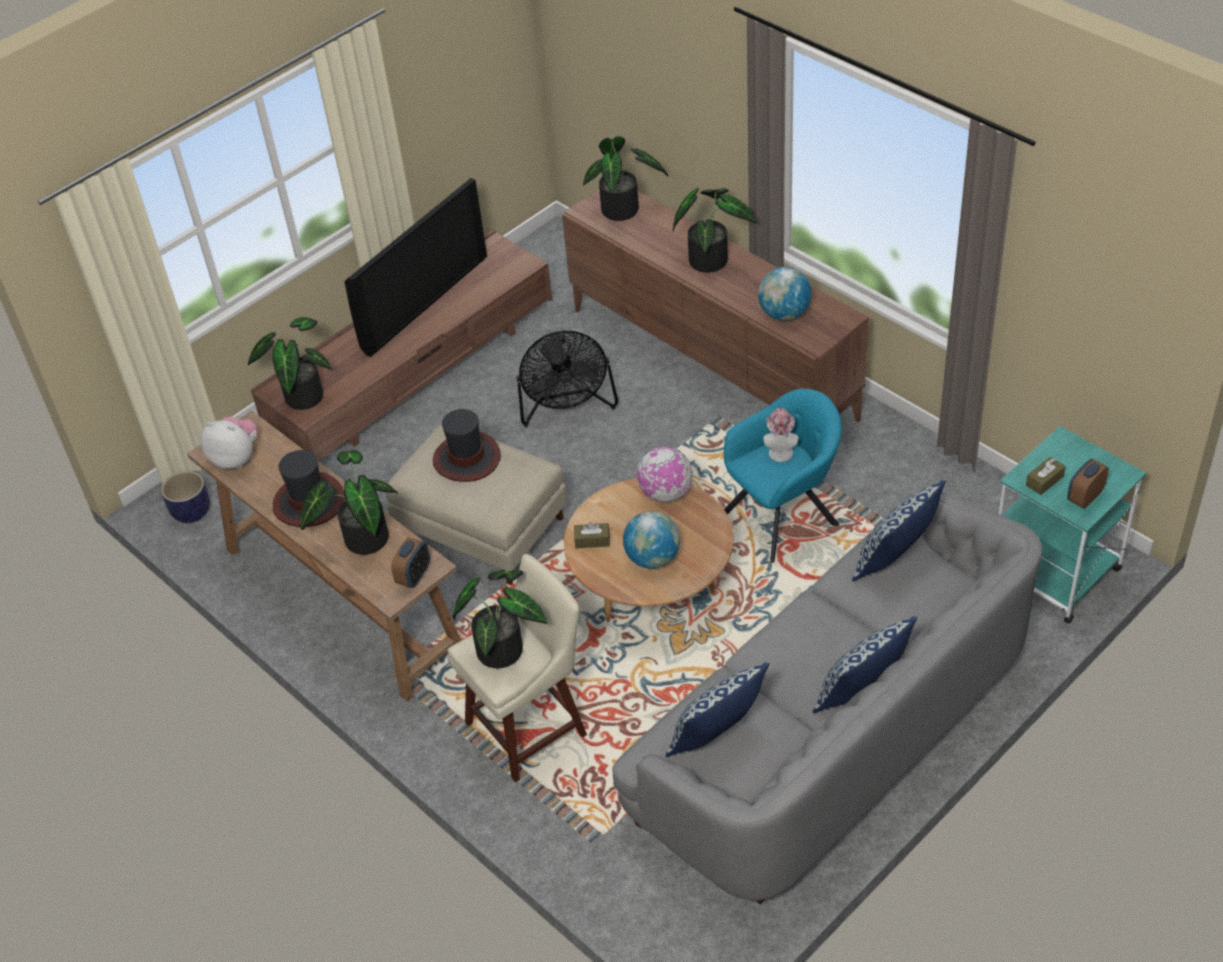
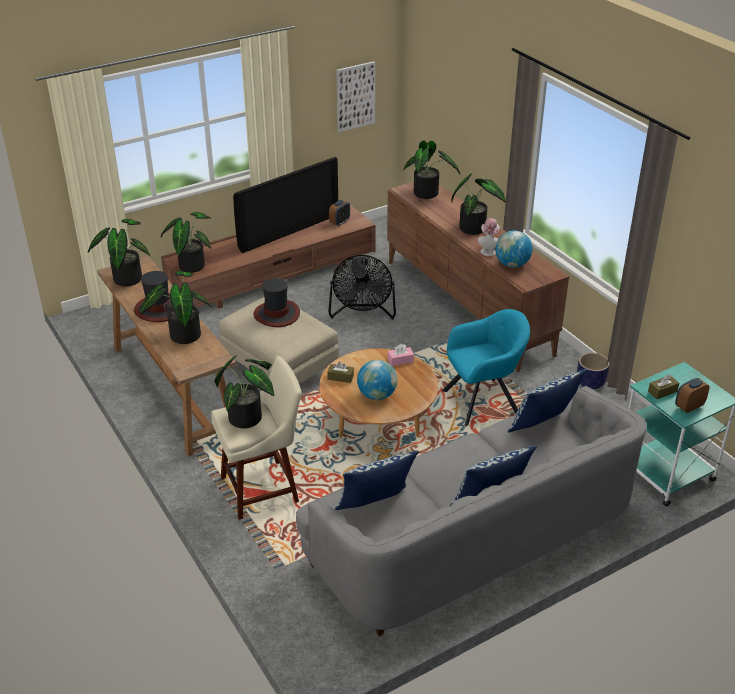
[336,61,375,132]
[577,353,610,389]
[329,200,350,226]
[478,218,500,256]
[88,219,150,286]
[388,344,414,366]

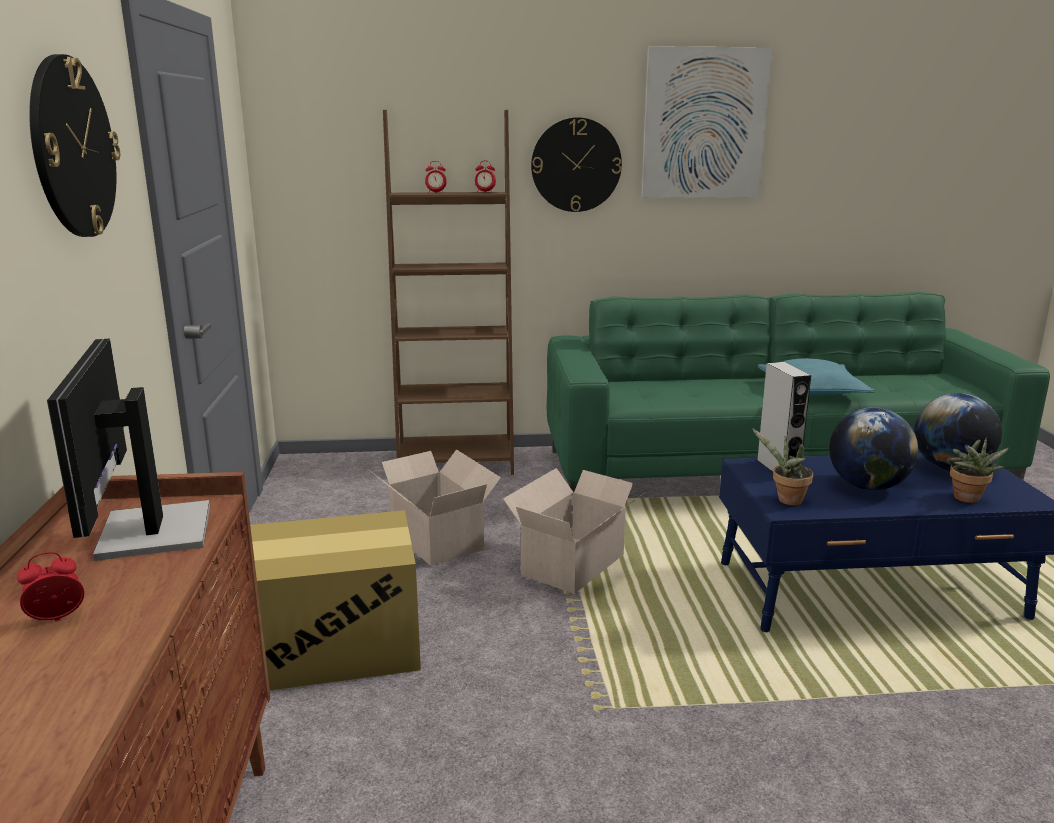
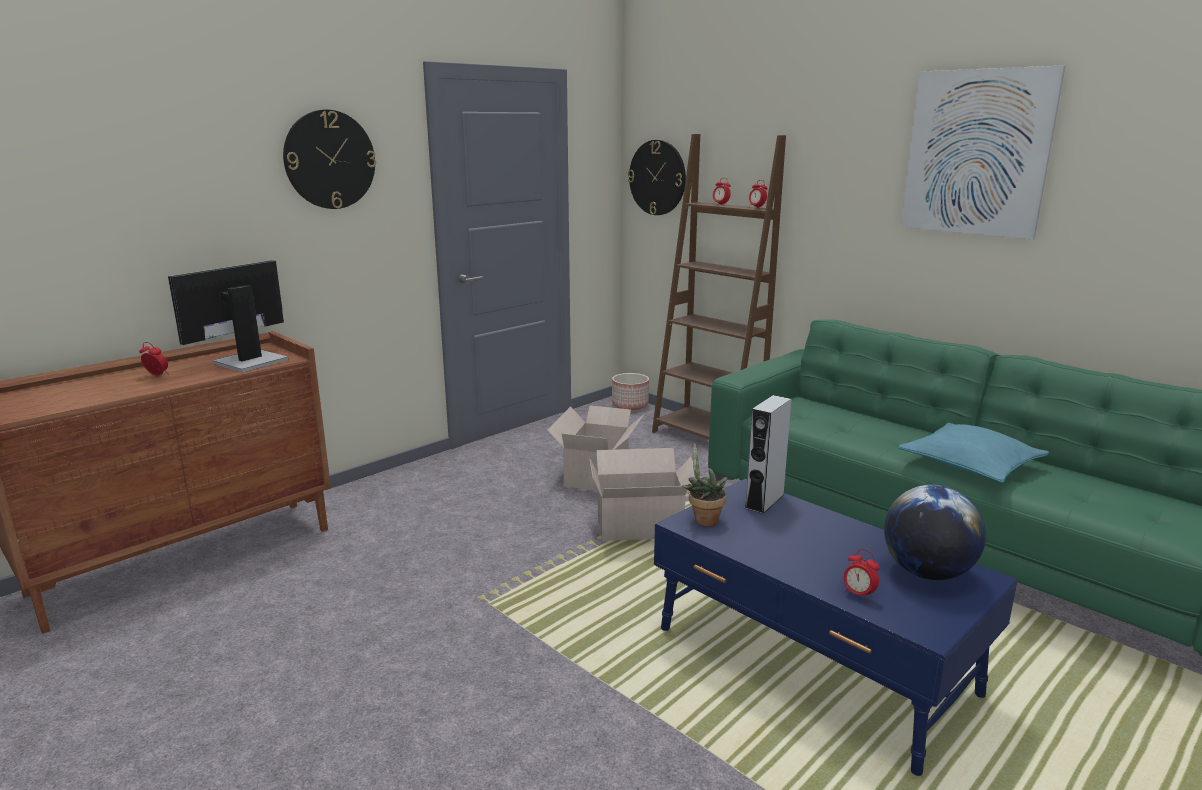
[250,510,421,690] (first image)
[829,407,918,490] (first image)
[612,373,649,410]
[628,140,686,215]
[844,549,880,602]

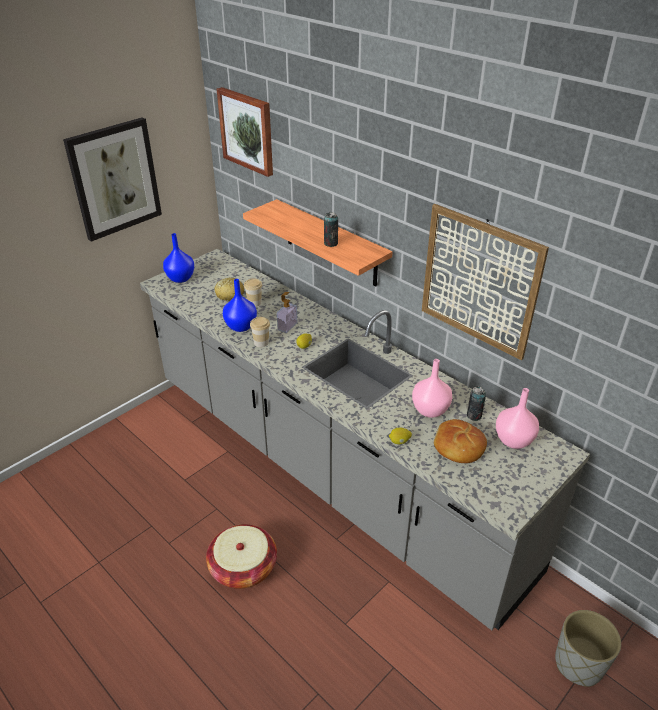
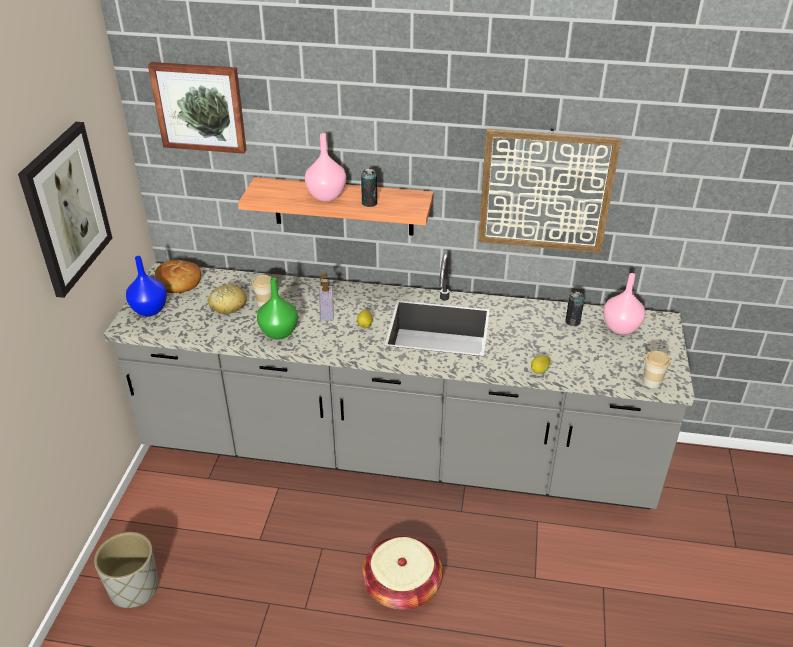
[643,351,670,388]
[305,133,346,202]
[155,260,201,293]
[94,532,158,608]
[257,277,298,340]

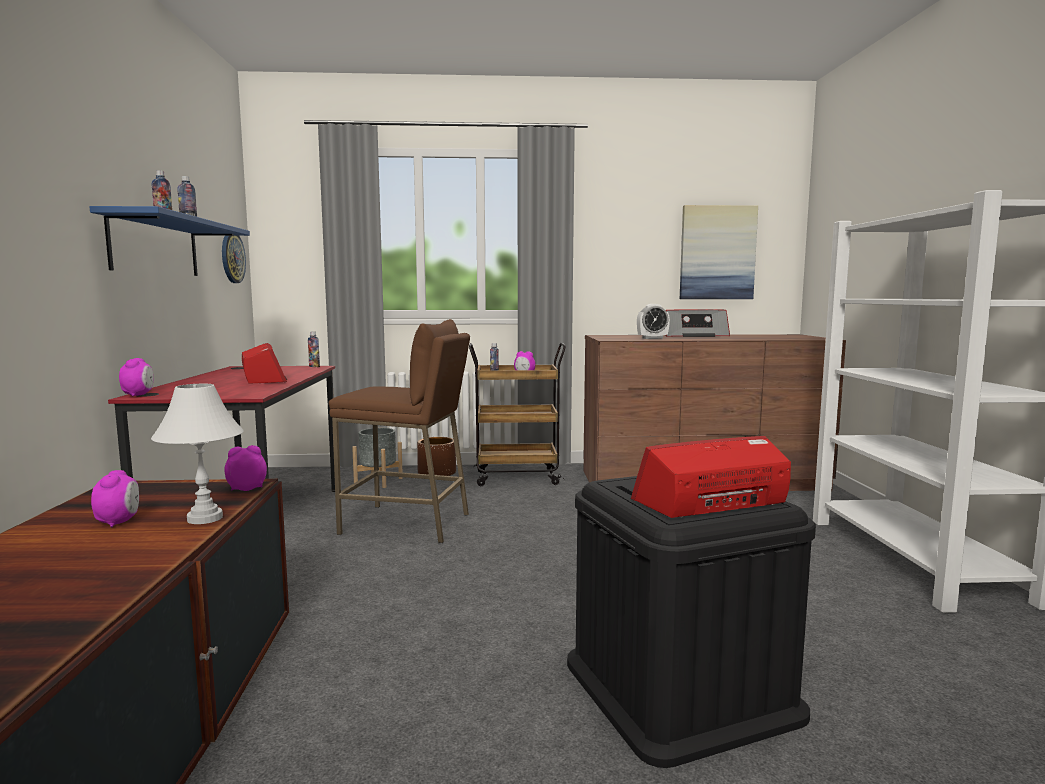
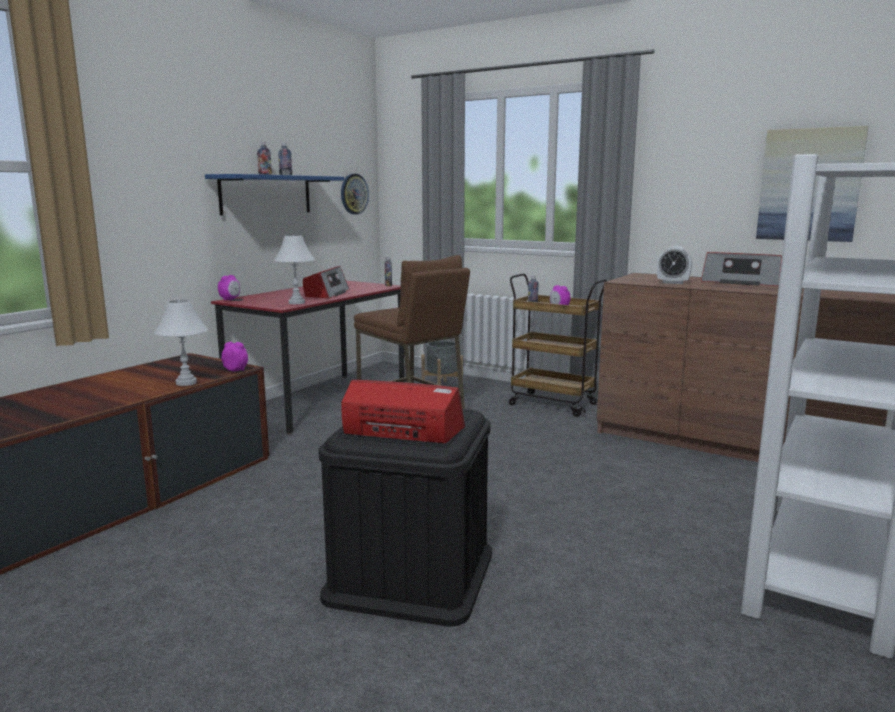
[91,470,139,527] (first image)
[417,437,456,476] (first image)
[273,235,315,304]

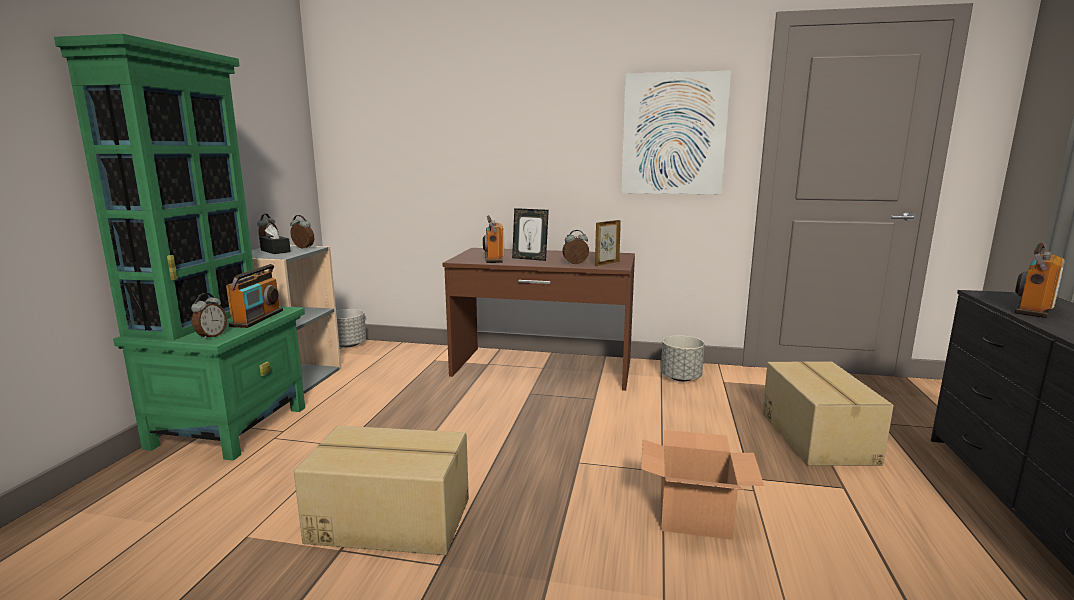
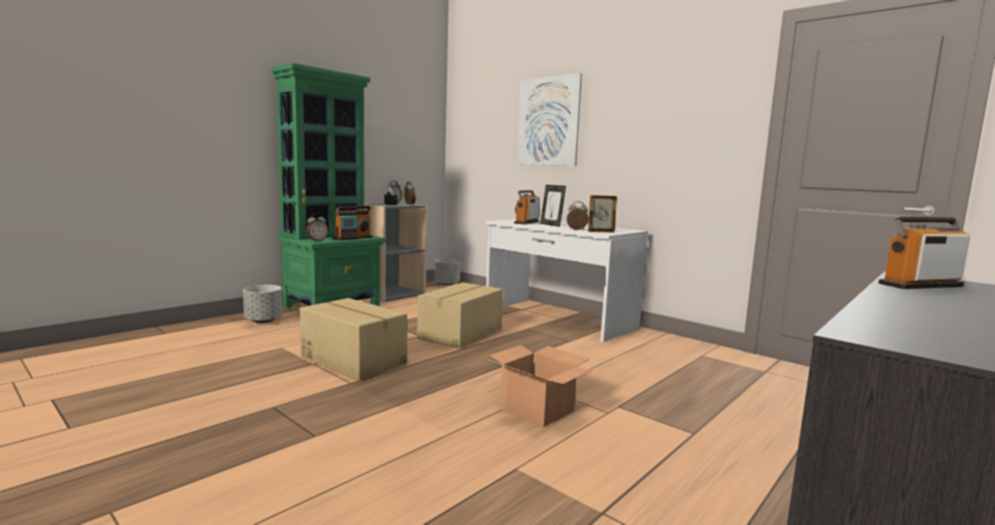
[517,73,582,166]
[243,285,282,323]
[417,282,503,349]
[486,219,648,342]

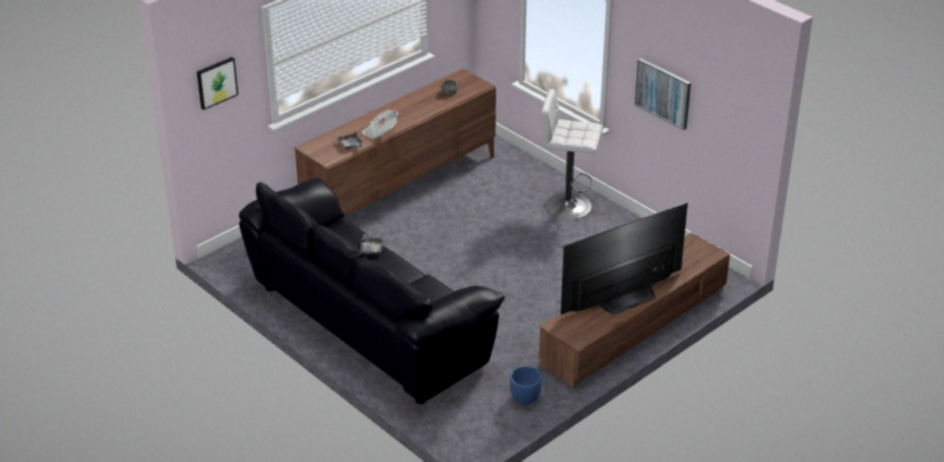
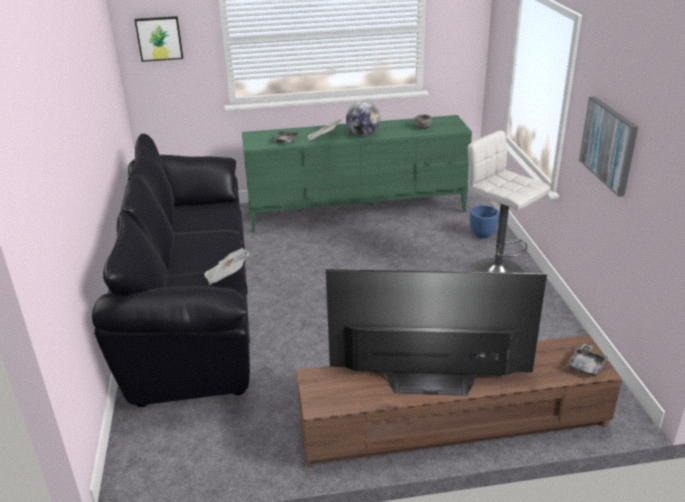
[204,248,249,285]
[346,101,381,136]
[567,343,608,377]
[470,205,499,238]
[242,115,472,233]

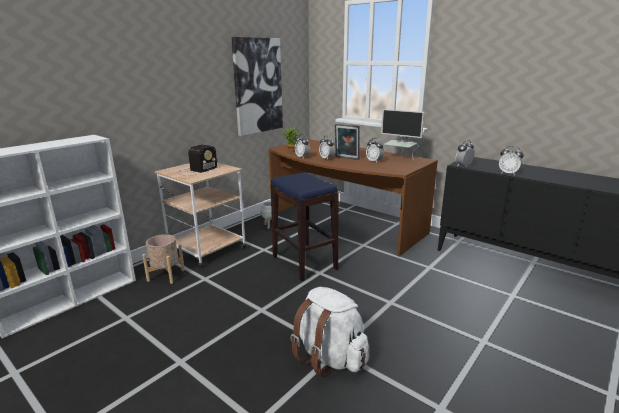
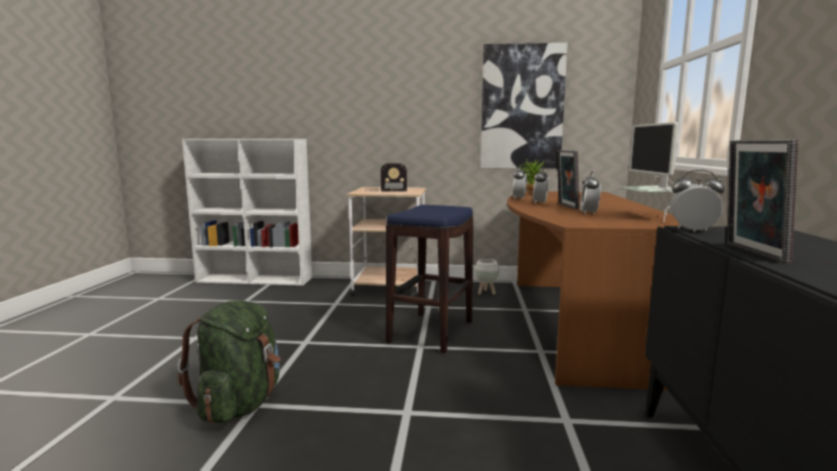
[142,234,185,284] (first image)
[727,140,798,263]
[177,300,281,424]

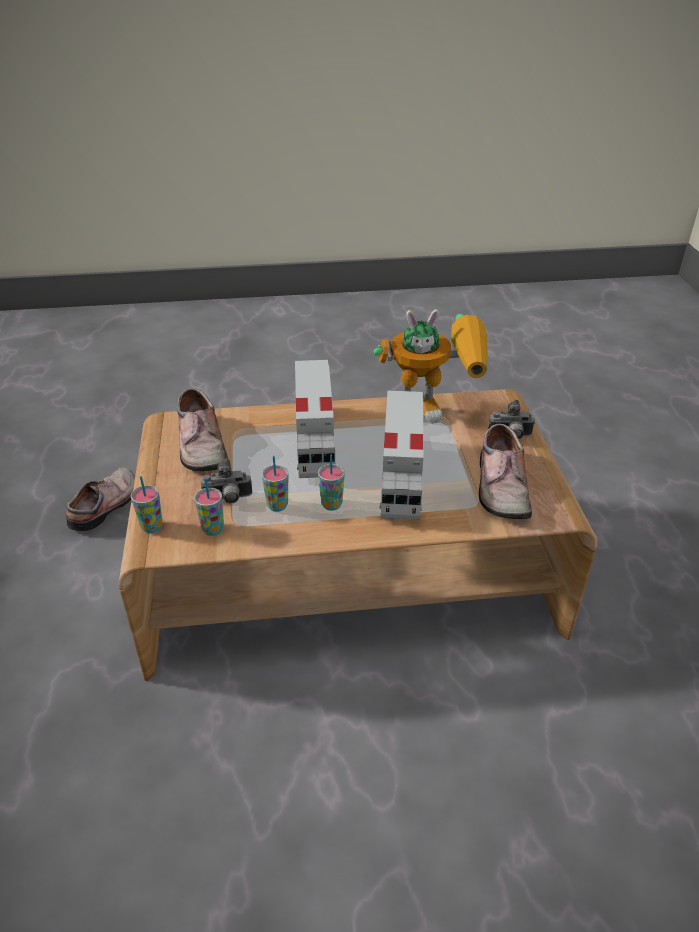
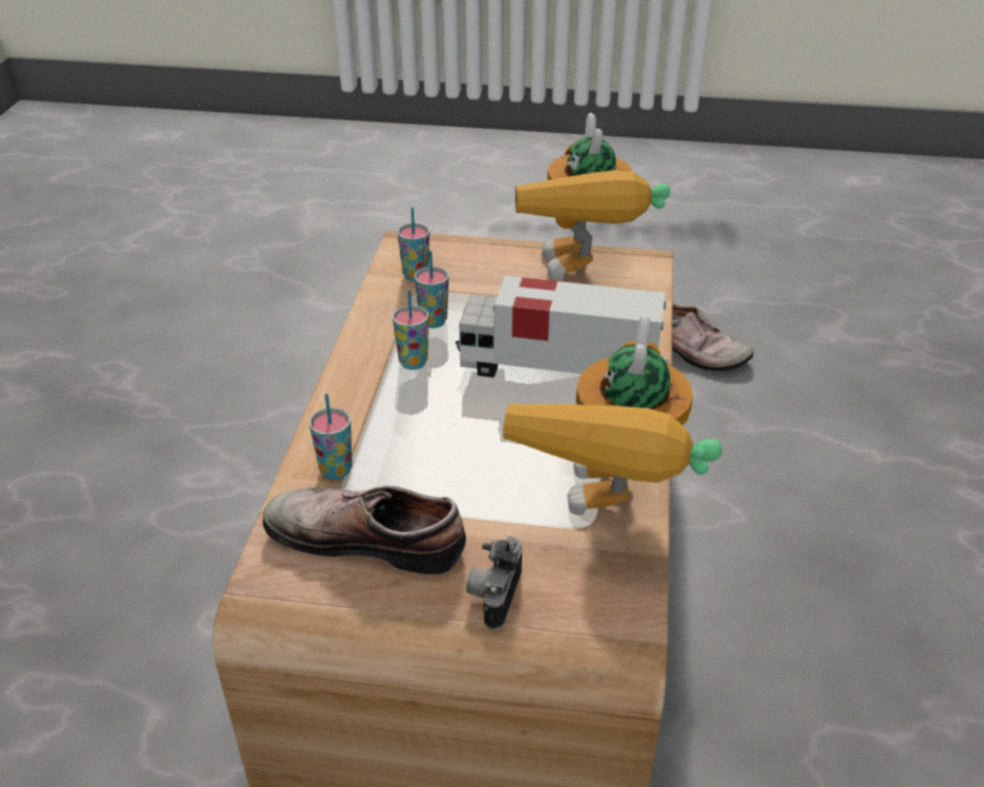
[201,459,252,503] (first image)
[380,391,423,520] (first image)
[309,394,352,480]
[515,113,670,280]

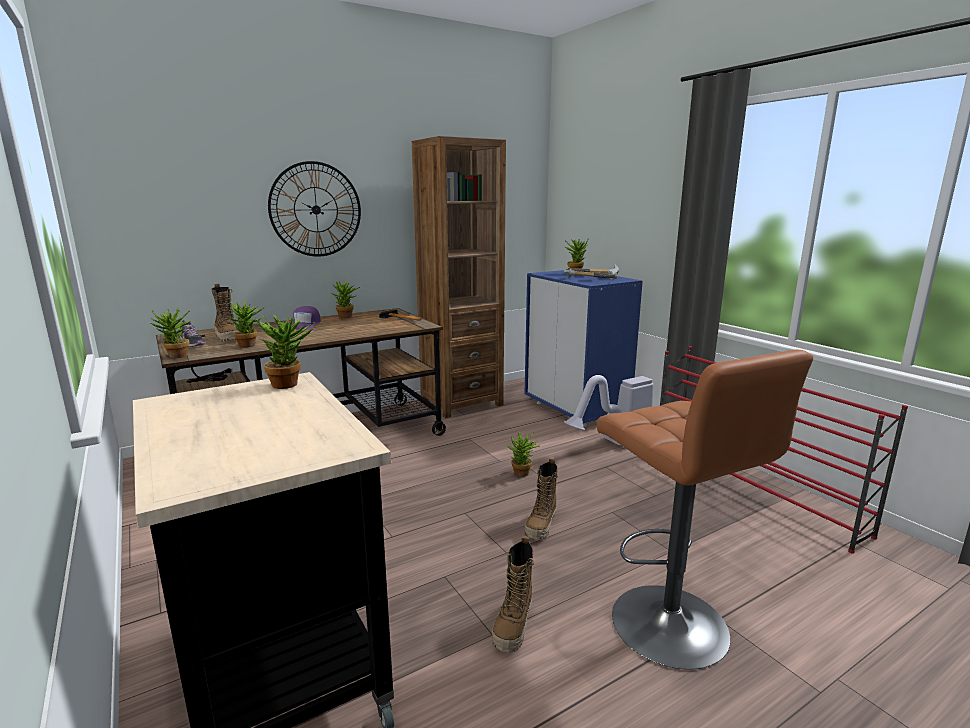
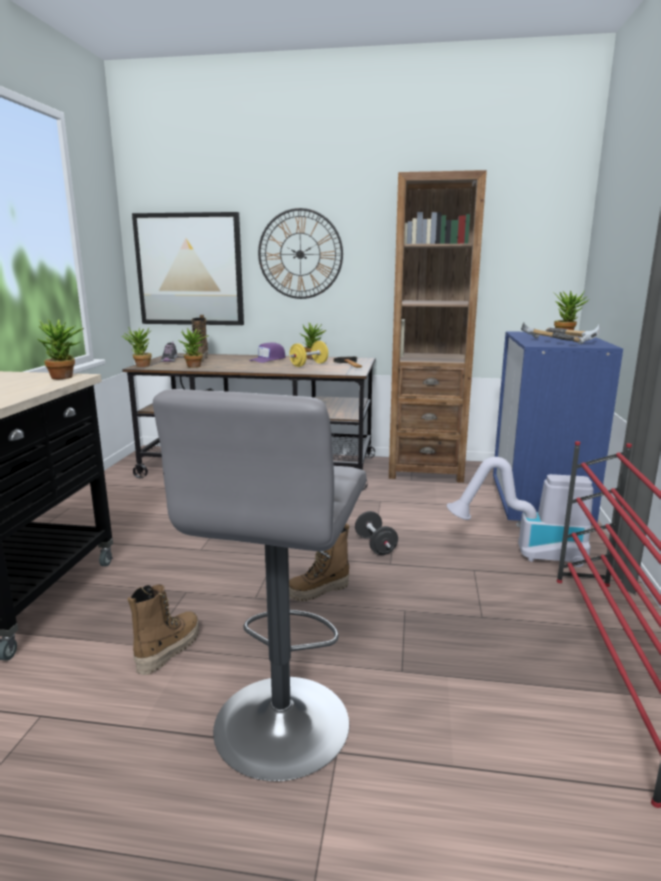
[132,212,244,325]
[289,341,328,367]
[355,511,398,555]
[153,389,366,781]
[128,584,199,675]

